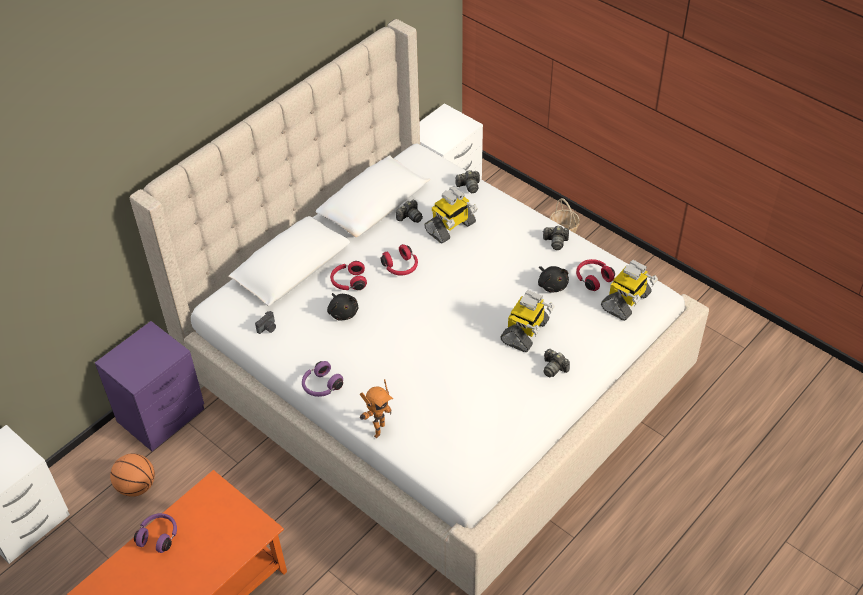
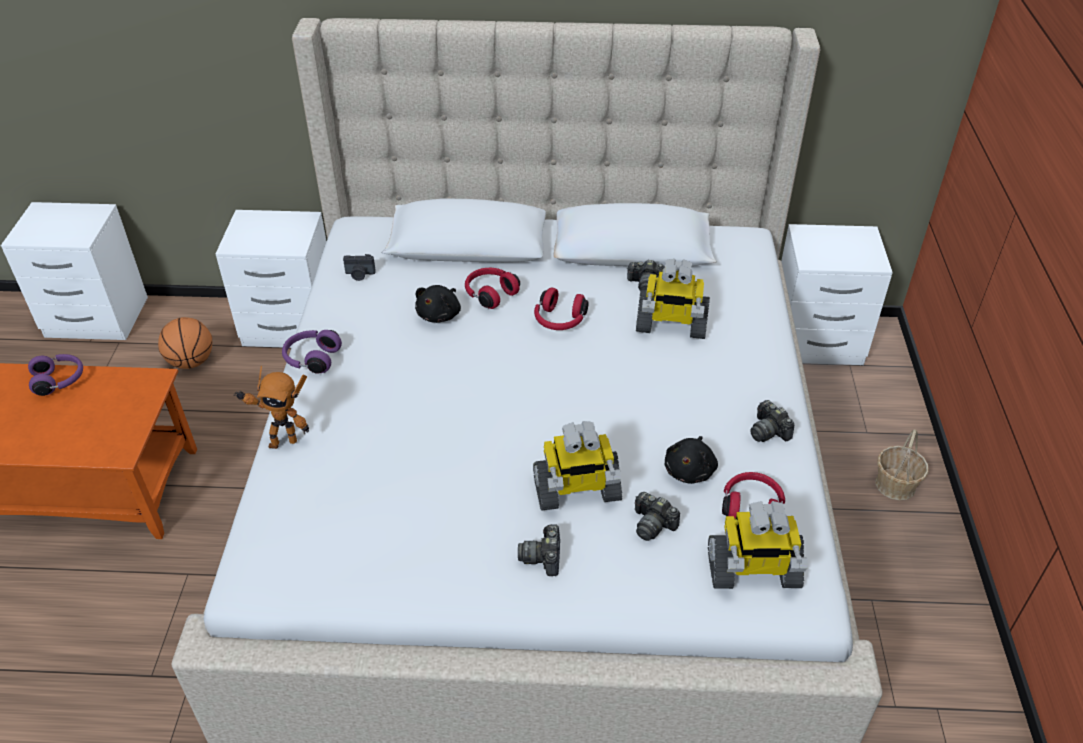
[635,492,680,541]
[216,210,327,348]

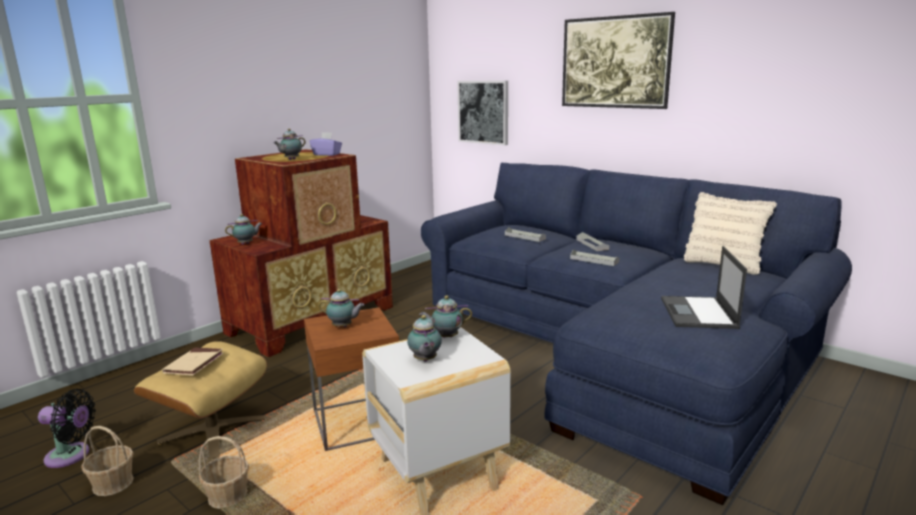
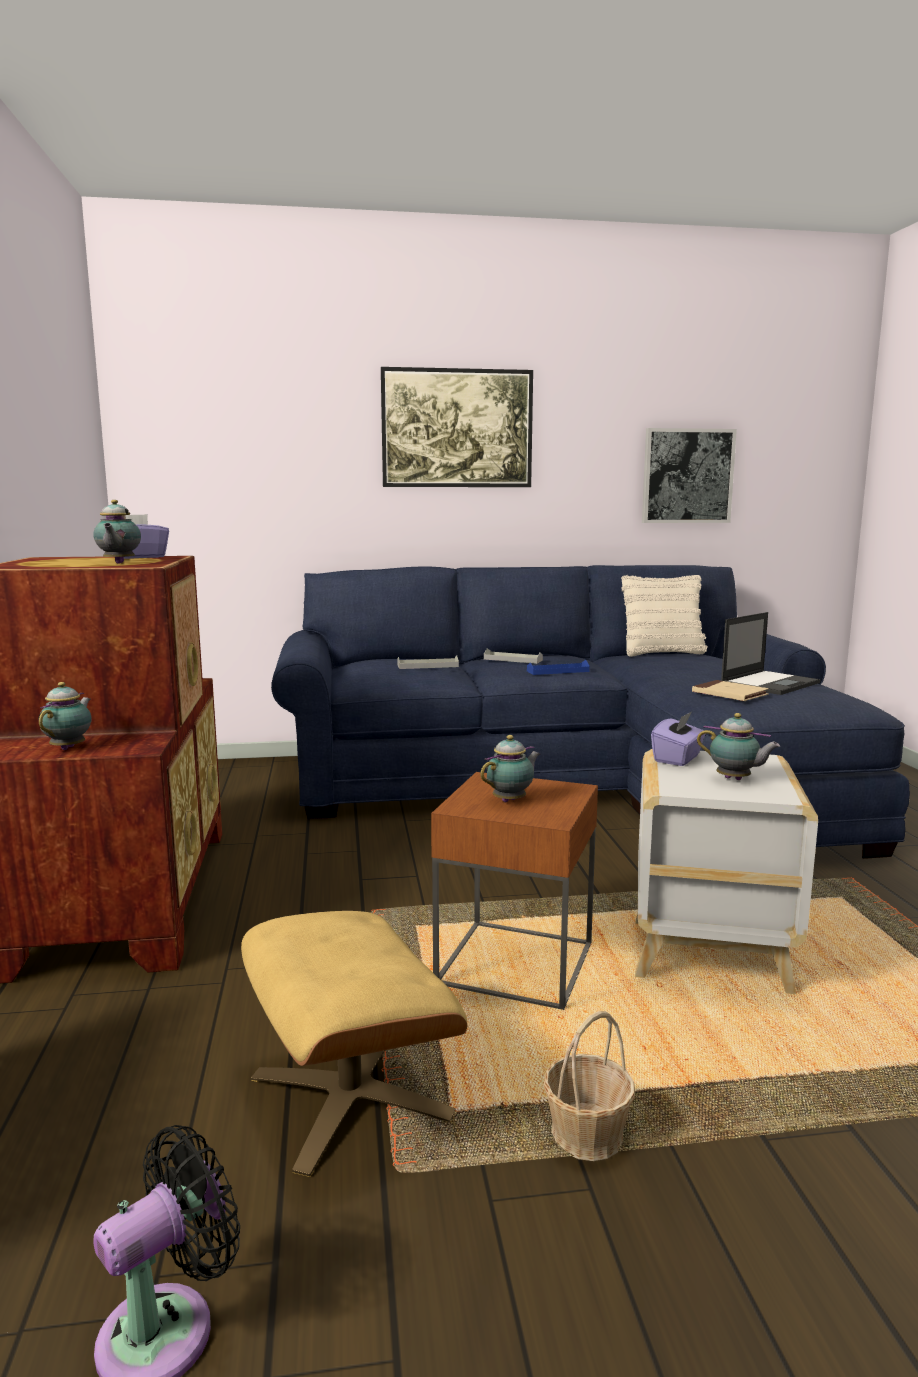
[81,426,134,496] (first image)
[692,680,769,701]
[642,428,737,523]
[651,712,705,766]
[527,660,590,675]
[721,612,820,695]

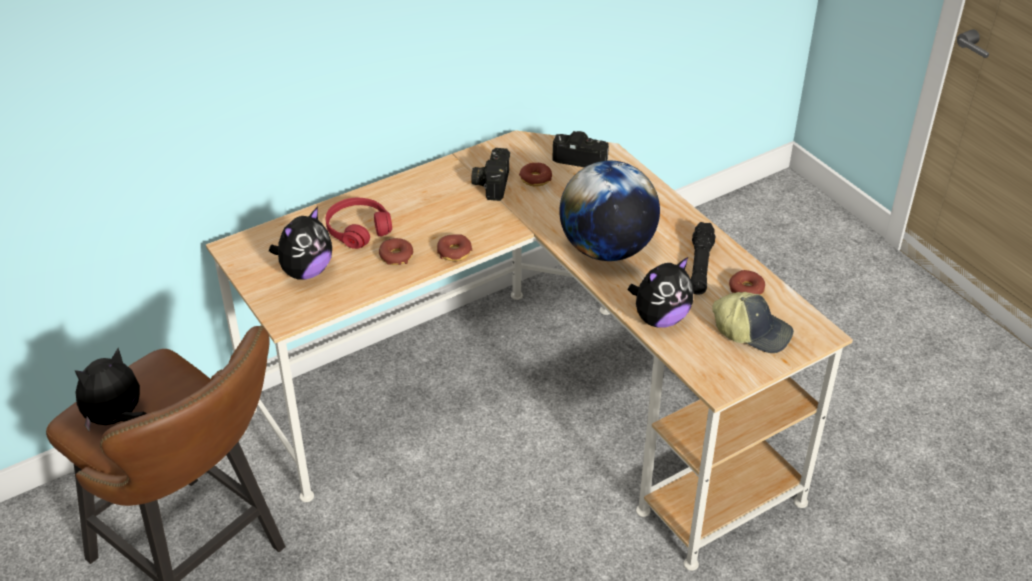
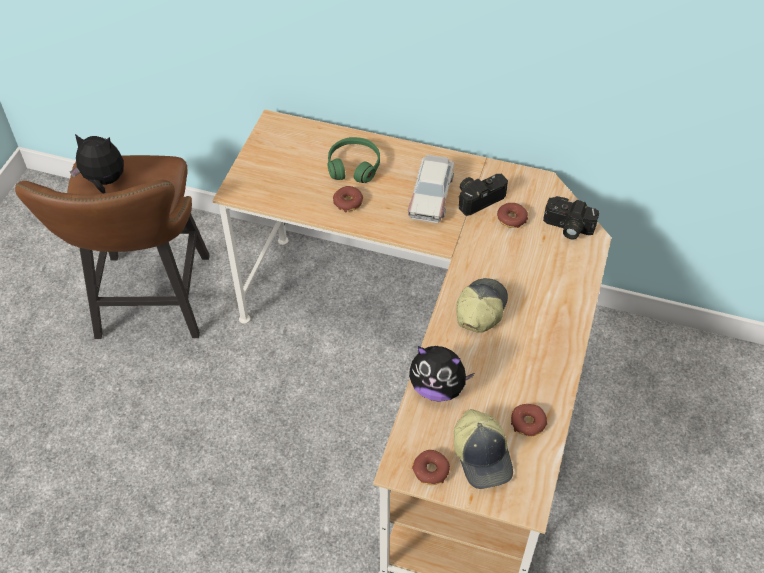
[269,206,332,280] (first image)
[691,222,716,295] (first image)
[408,155,454,223]
[412,450,450,485]
[456,278,508,333]
[327,137,380,183]
[543,196,600,239]

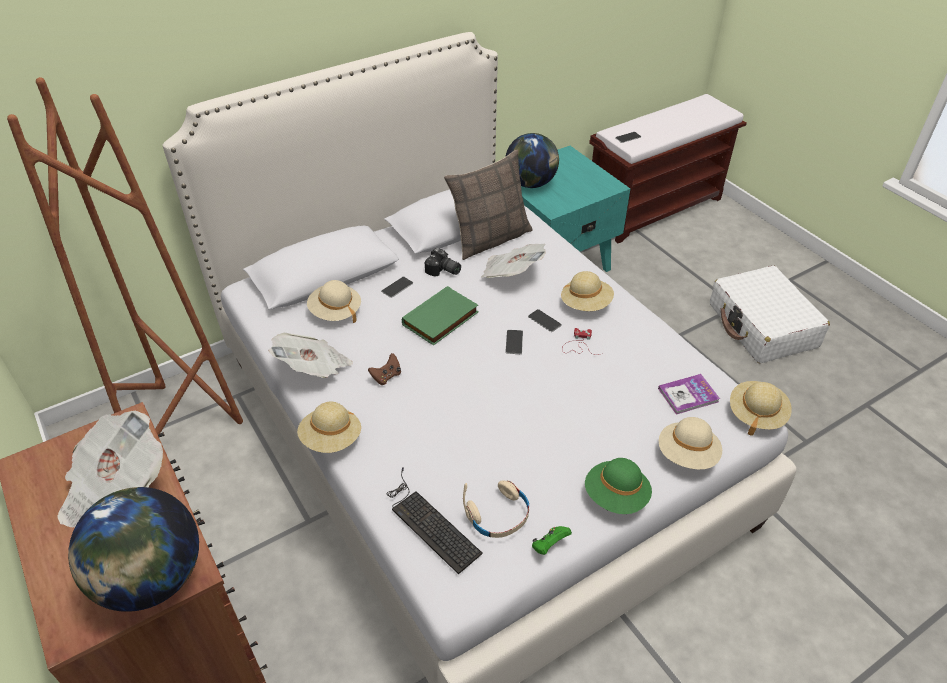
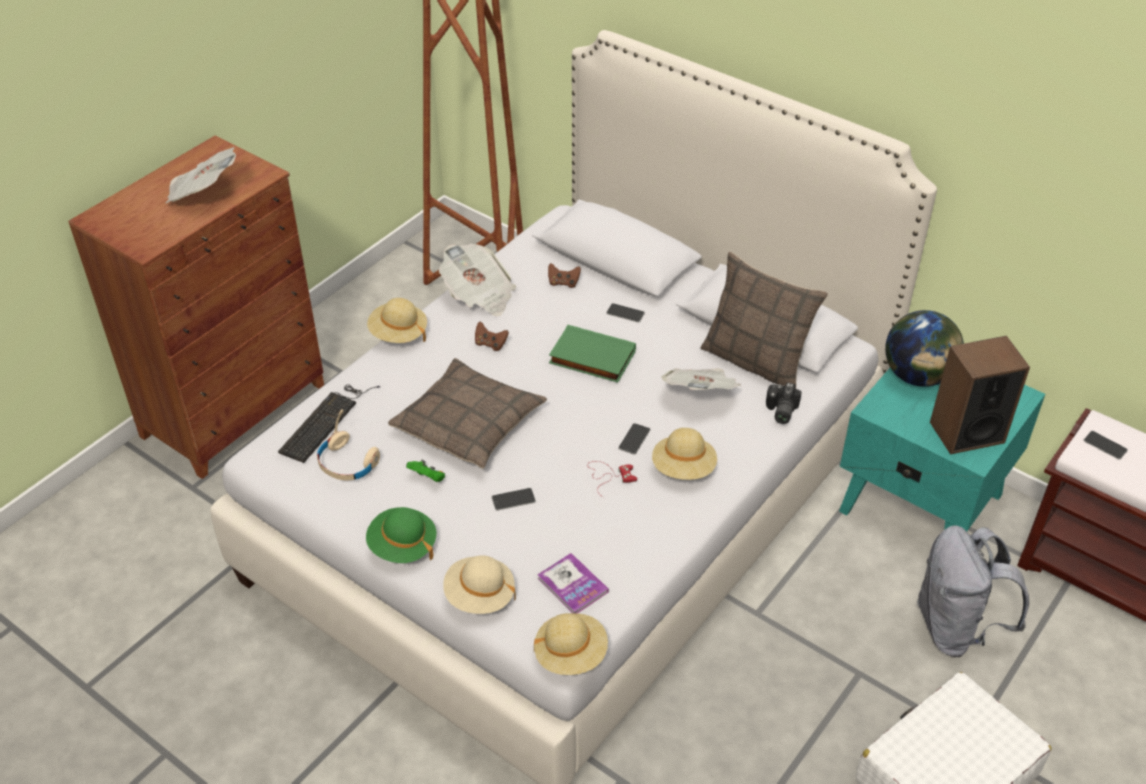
[68,487,199,612] (first image)
[388,358,547,468]
[917,526,1029,657]
[930,336,1030,454]
[766,383,802,424]
[492,488,536,511]
[406,460,445,482]
[548,263,581,288]

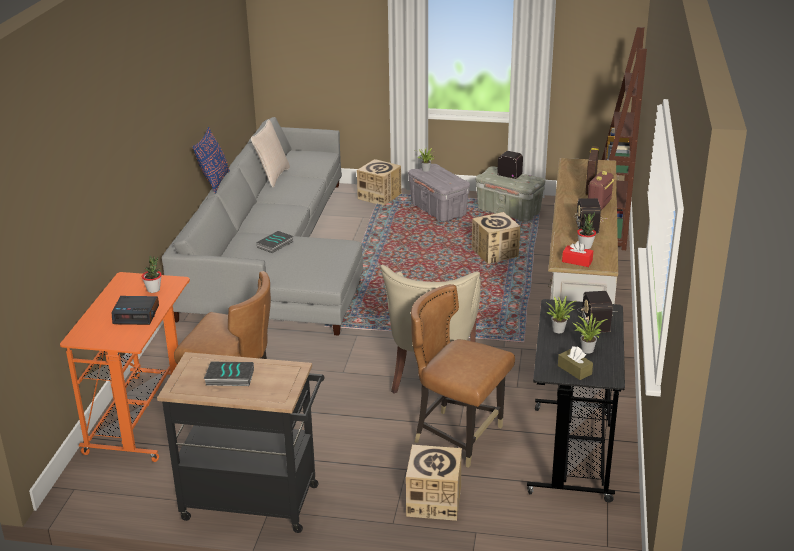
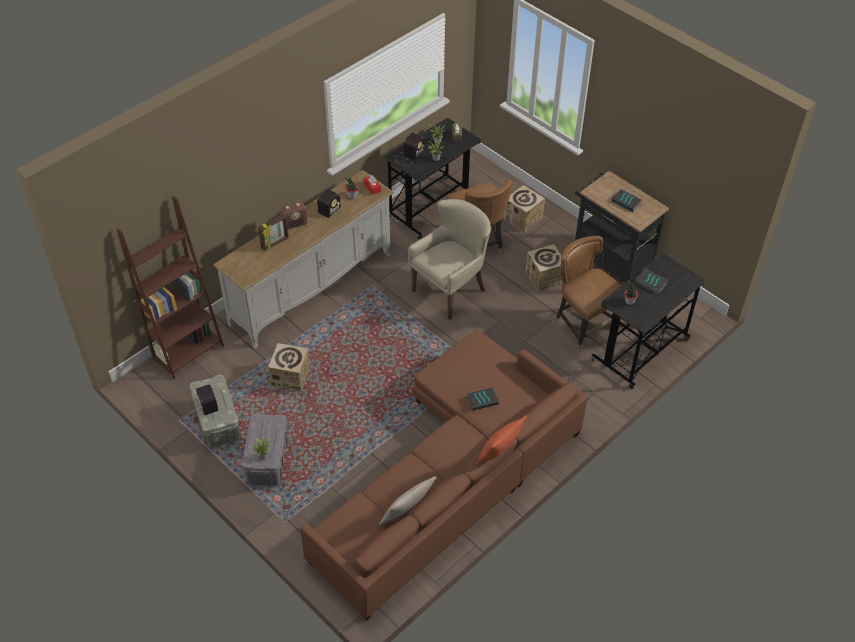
[525,244,562,291]
[635,269,668,294]
[592,253,705,389]
[300,330,588,620]
[476,415,527,465]

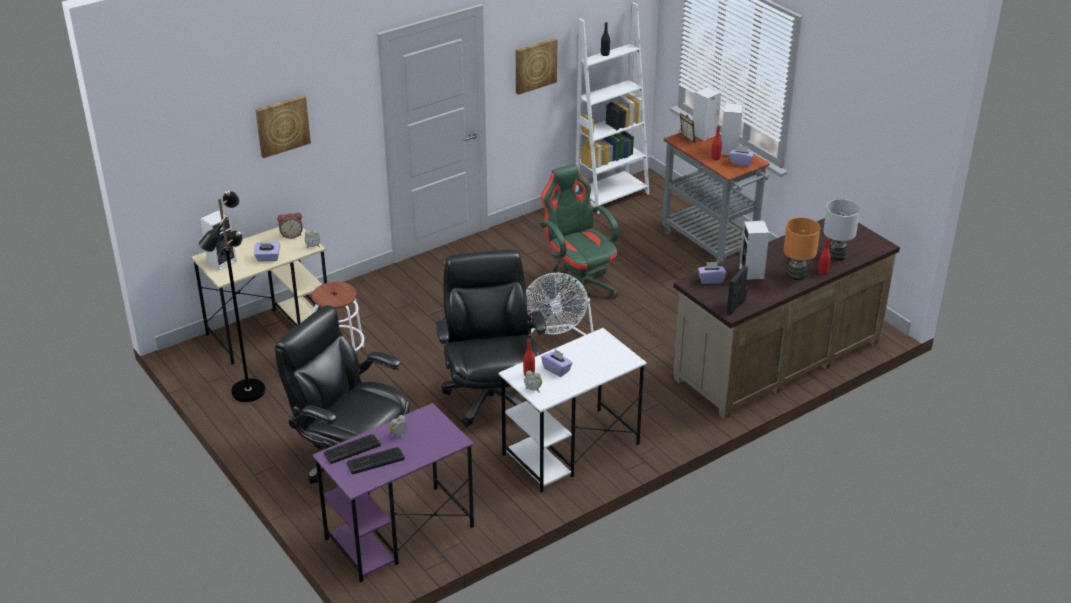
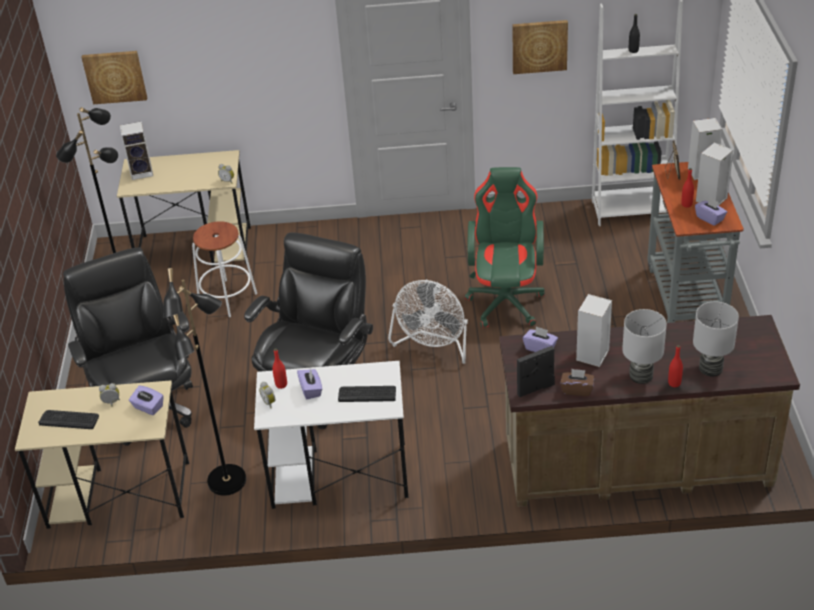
[277,213,303,239] (first image)
[163,268,246,496]
[560,368,594,396]
[129,386,163,415]
[81,51,147,104]
[338,386,396,402]
[15,380,189,529]
[622,309,667,384]

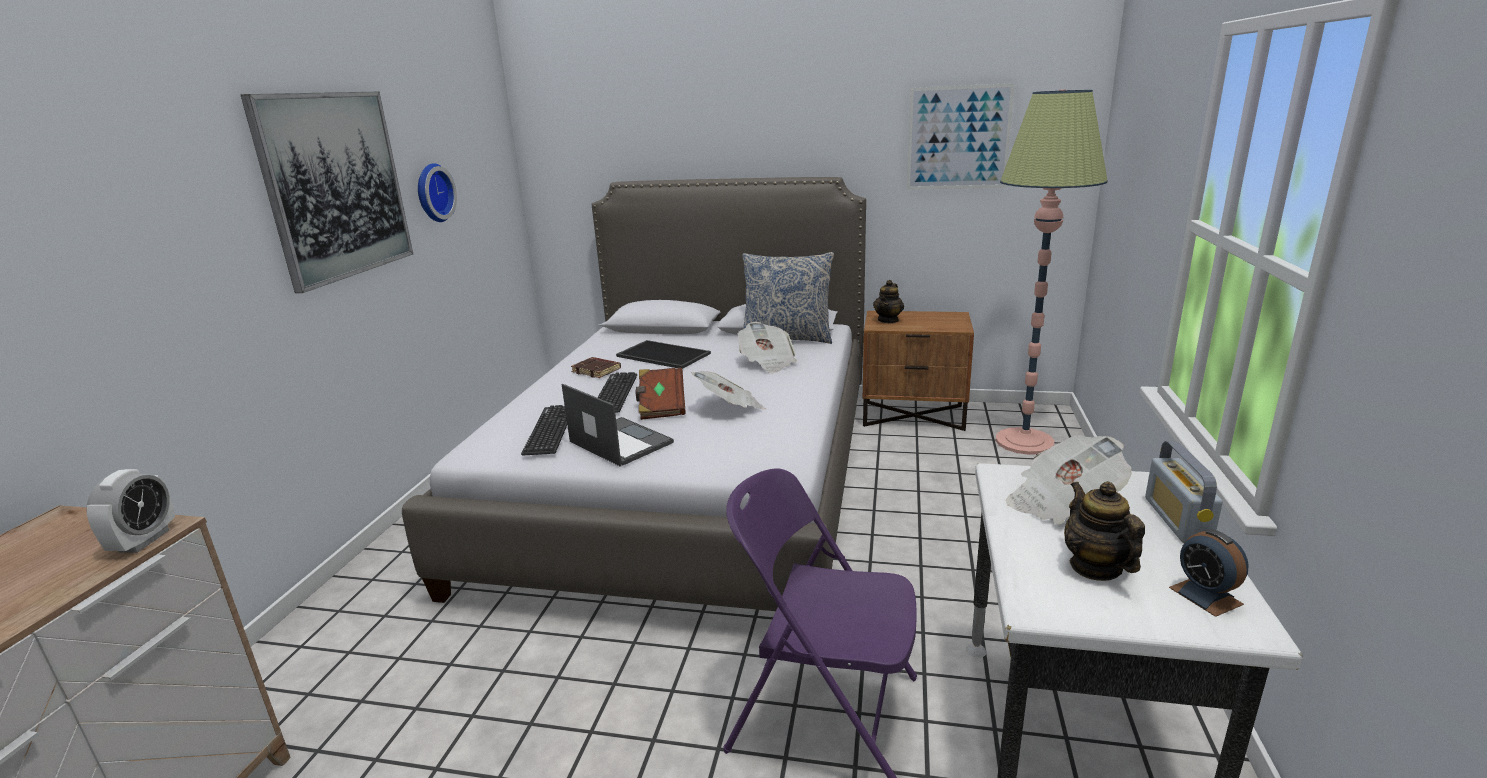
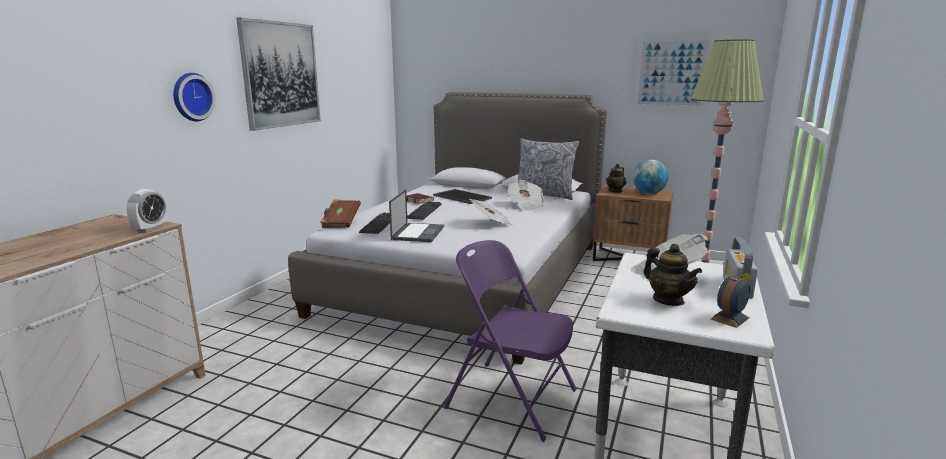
[633,160,669,194]
[173,73,216,122]
[320,199,361,228]
[389,189,444,242]
[644,244,702,306]
[711,275,750,328]

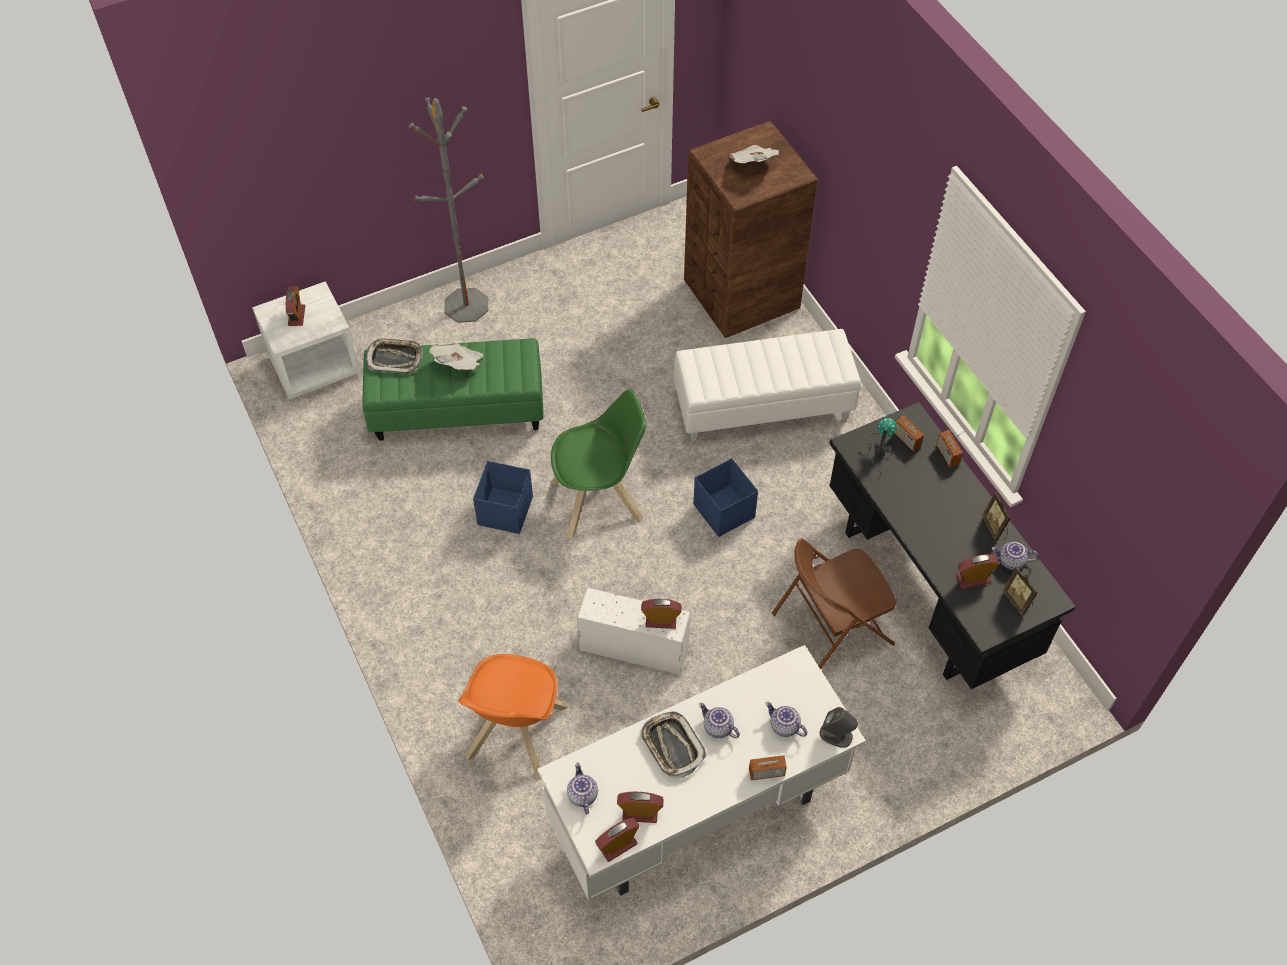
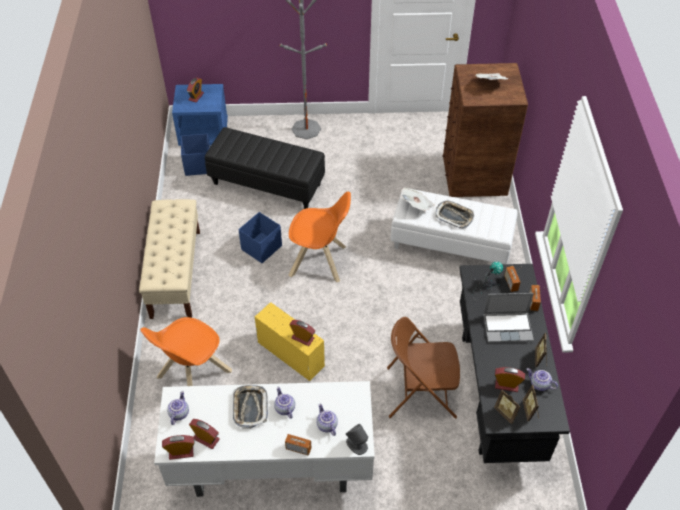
[139,199,200,319]
[483,293,534,342]
[494,389,521,424]
[435,201,474,229]
[401,188,435,211]
[181,134,211,176]
[172,84,228,146]
[205,127,325,209]
[289,192,351,282]
[255,302,325,381]

